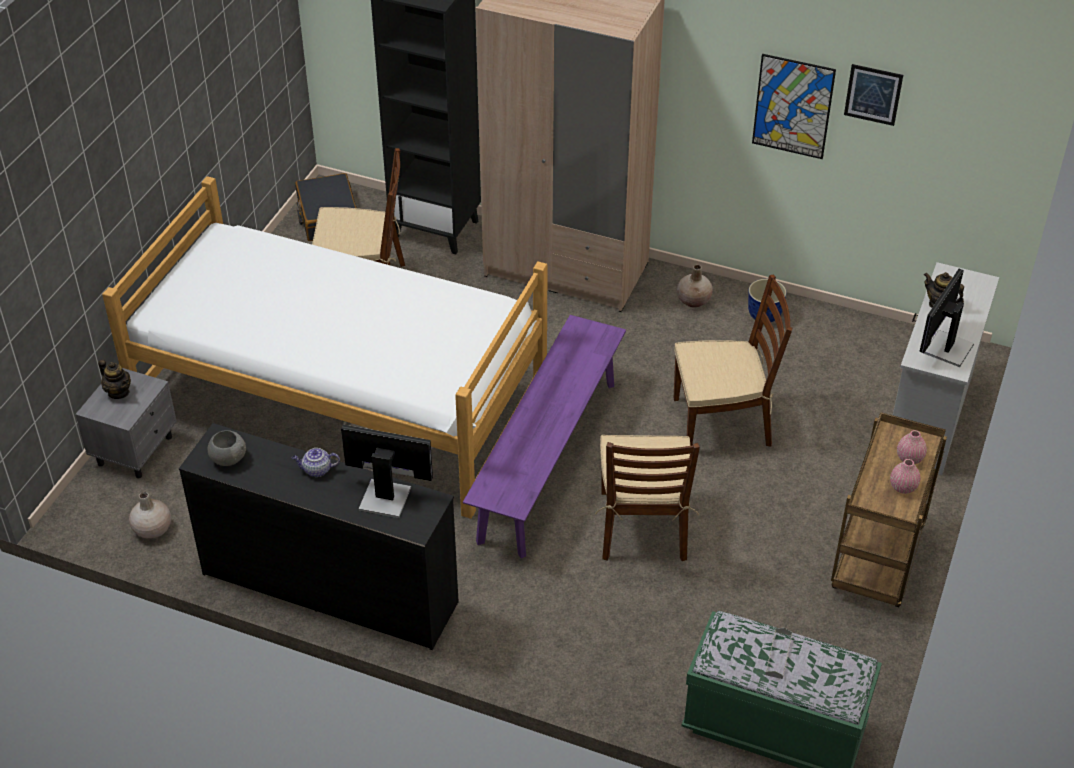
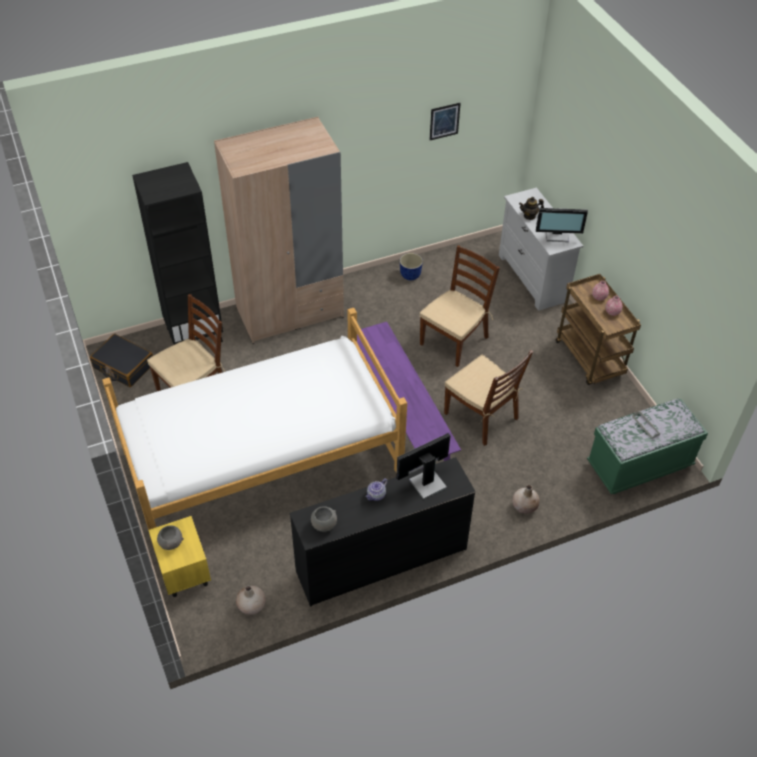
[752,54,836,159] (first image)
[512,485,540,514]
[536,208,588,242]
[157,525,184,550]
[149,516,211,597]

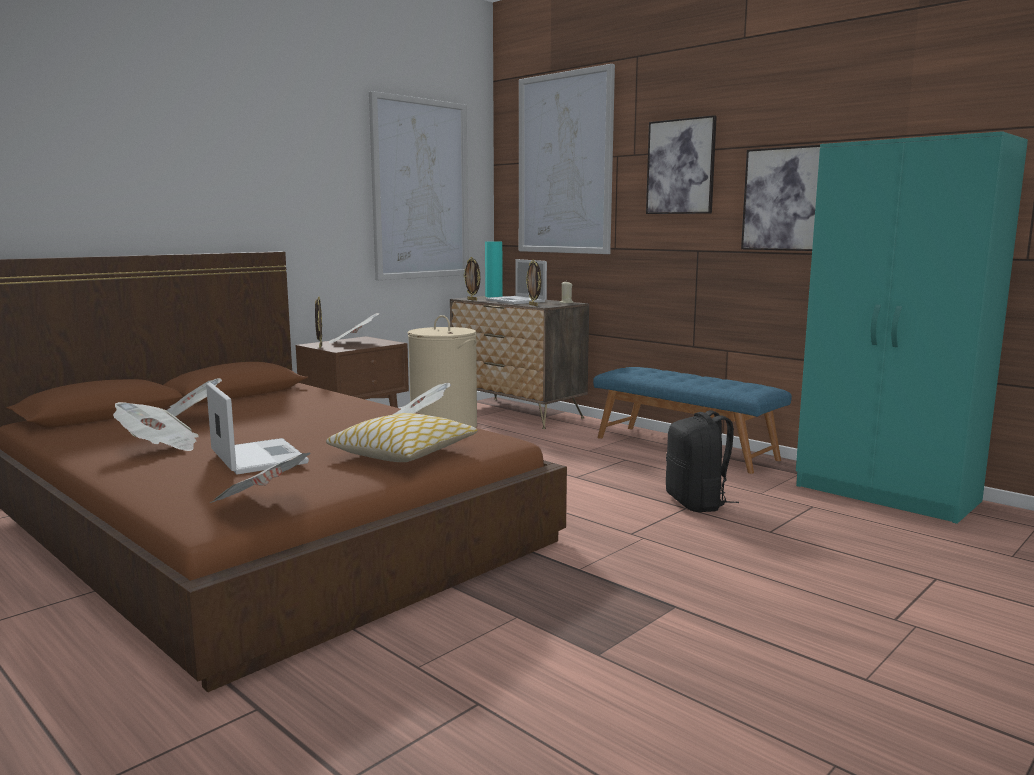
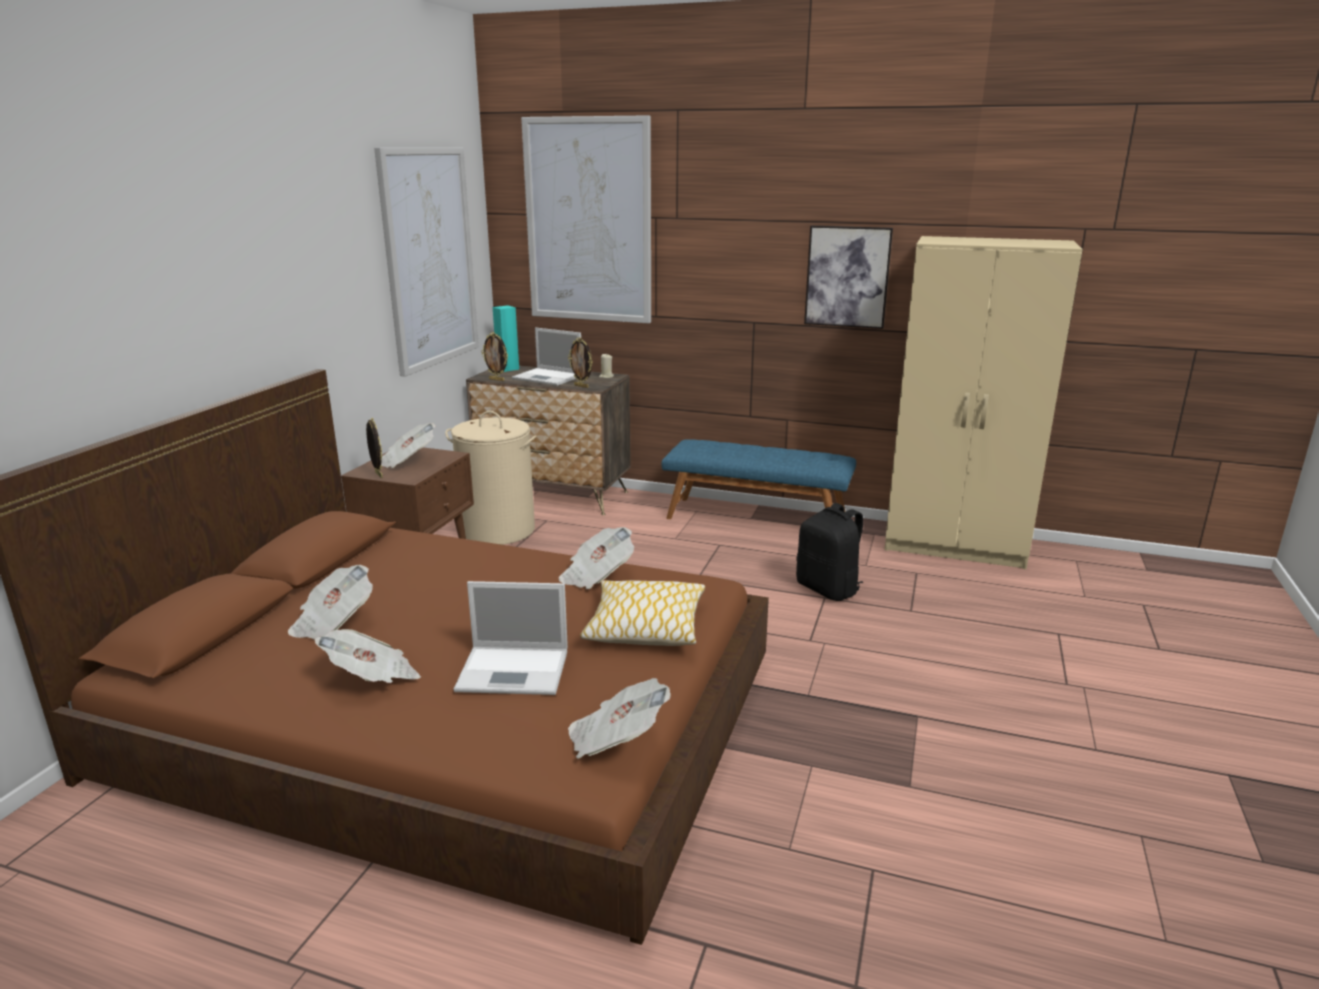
[646,115,717,214] (first image)
[885,236,1083,569]
[454,581,568,695]

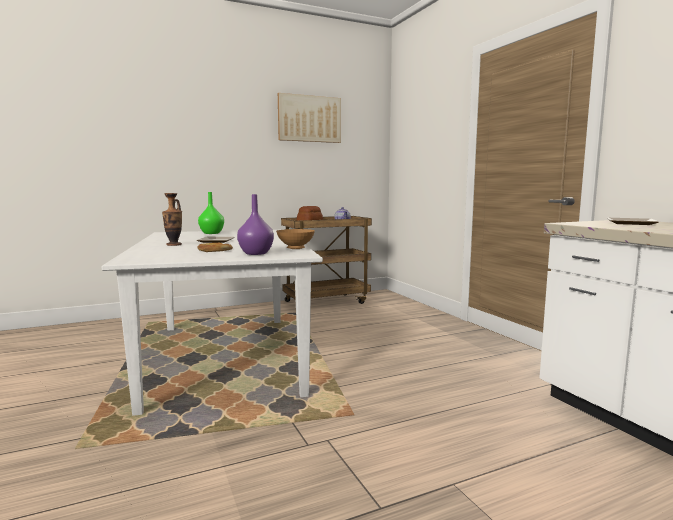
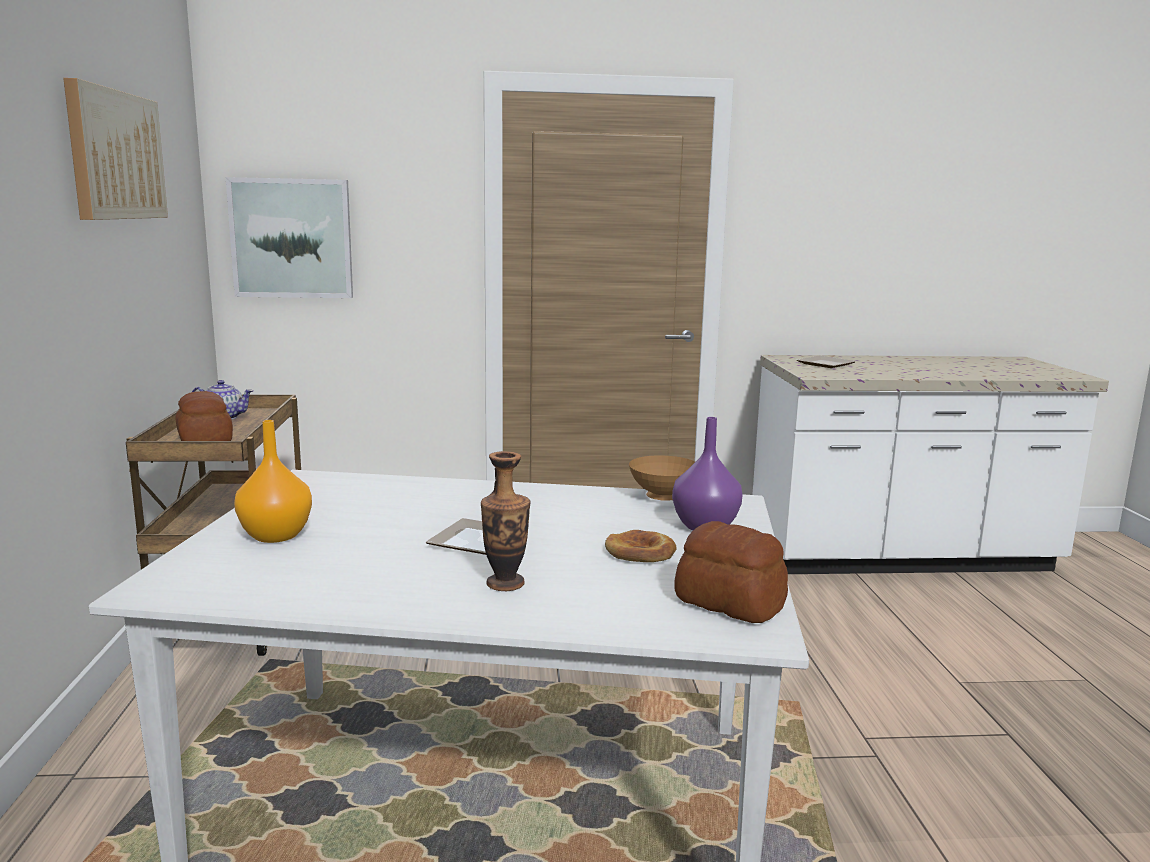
[234,420,312,543]
[226,177,353,298]
[675,521,788,623]

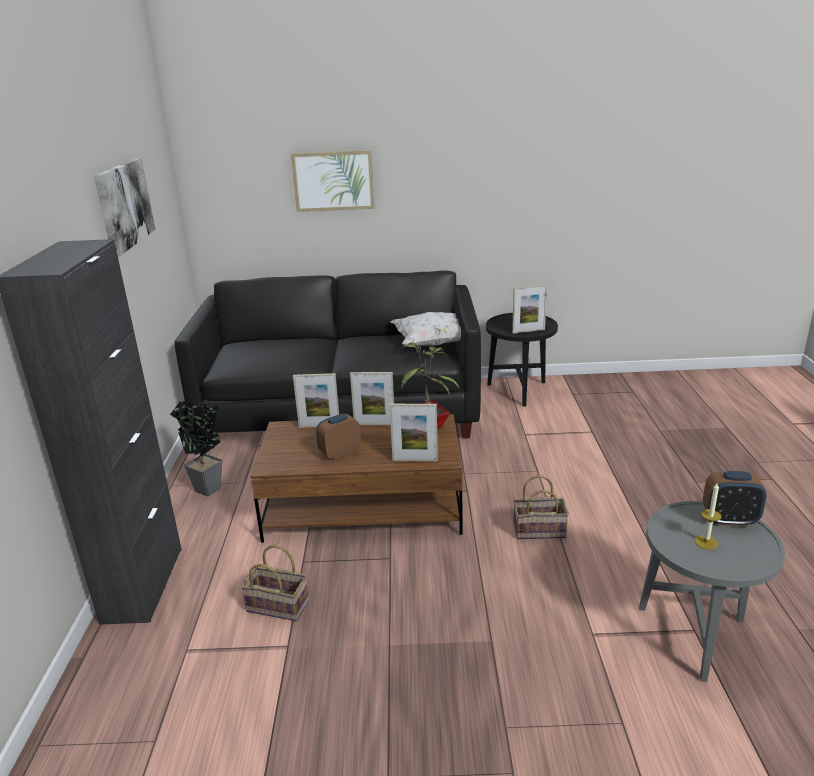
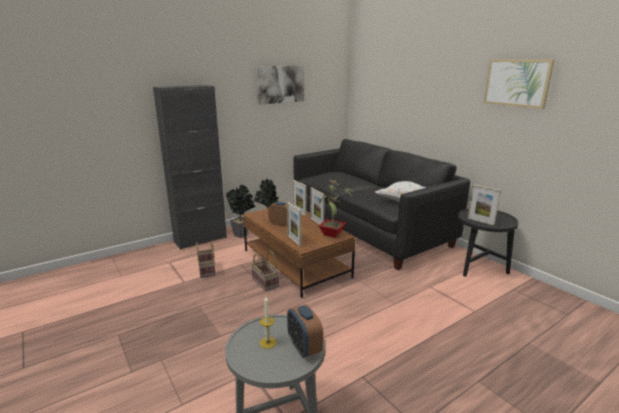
[484,59,555,109]
[251,250,279,291]
[226,185,256,238]

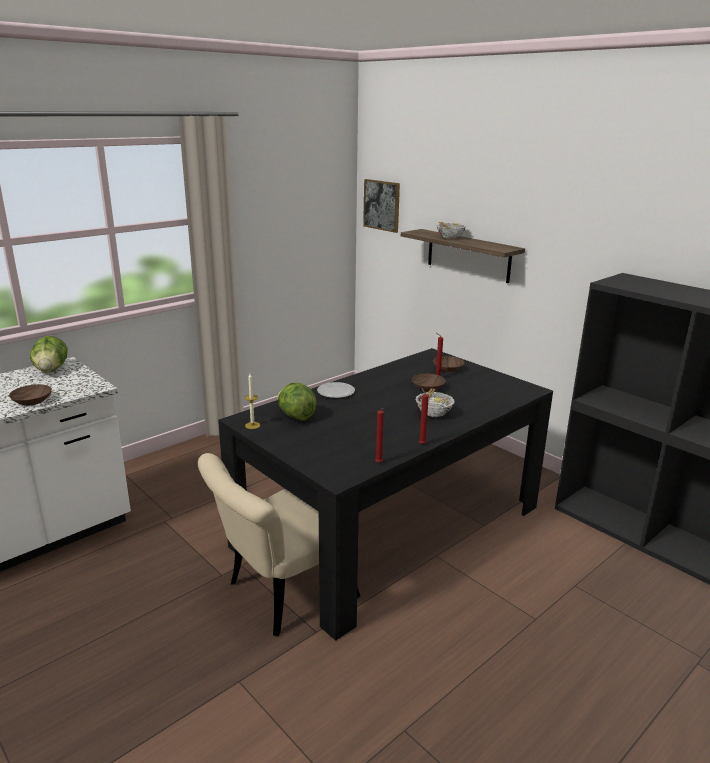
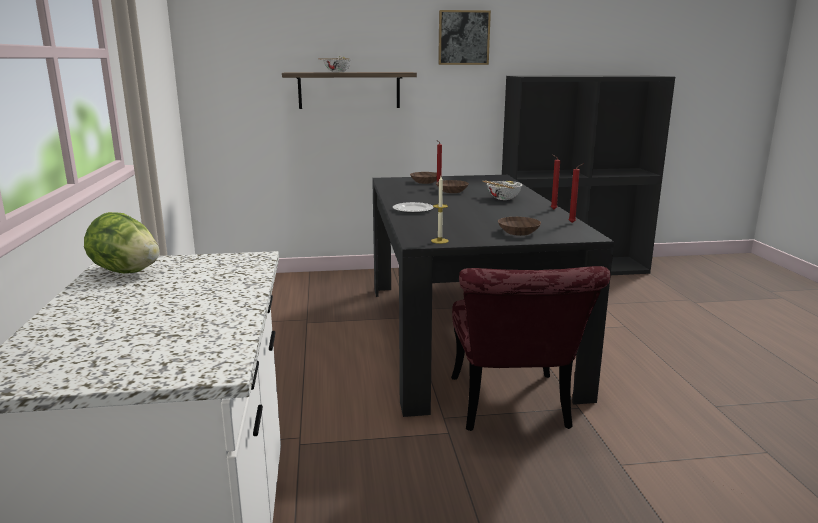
[438,10,491,65]
[277,383,317,421] (first image)
[498,217,541,236]
[451,266,611,431]

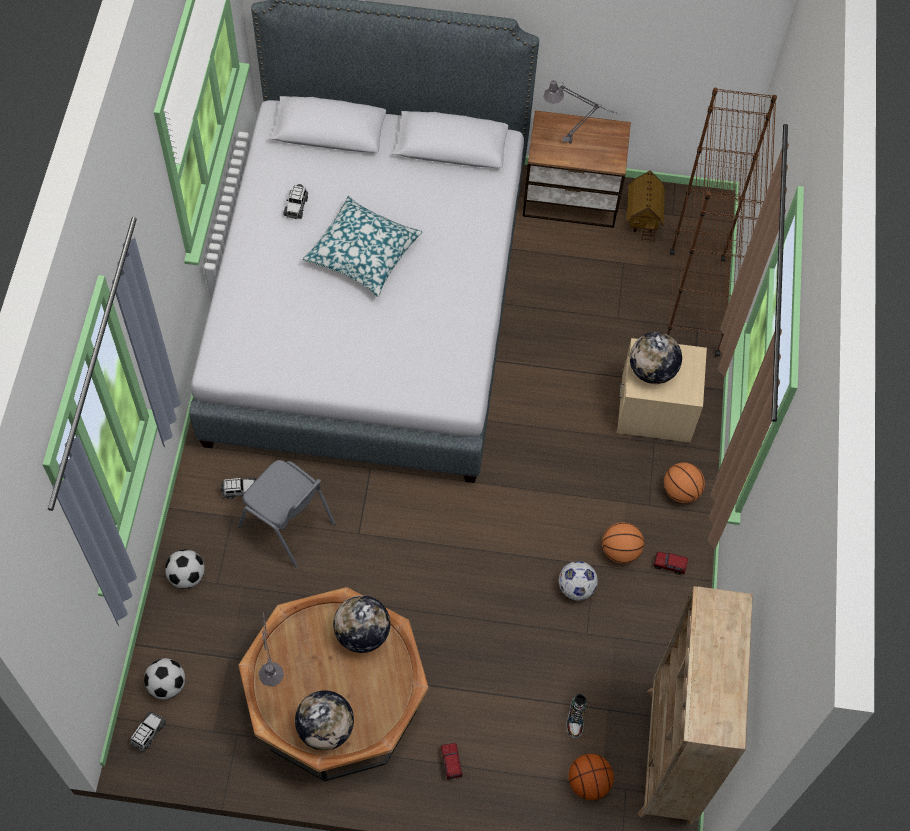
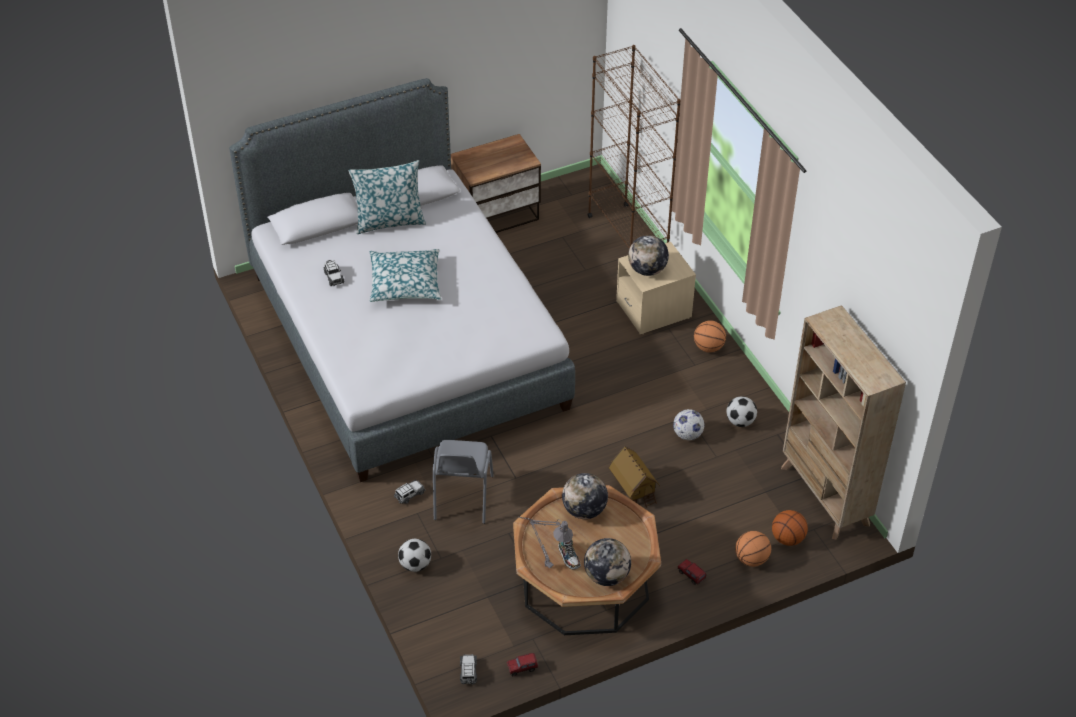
[543,80,617,144] (first image)
[608,446,660,508]
[433,440,494,524]
[735,531,771,567]
[507,653,538,676]
[727,396,757,427]
[559,539,581,570]
[349,160,426,234]

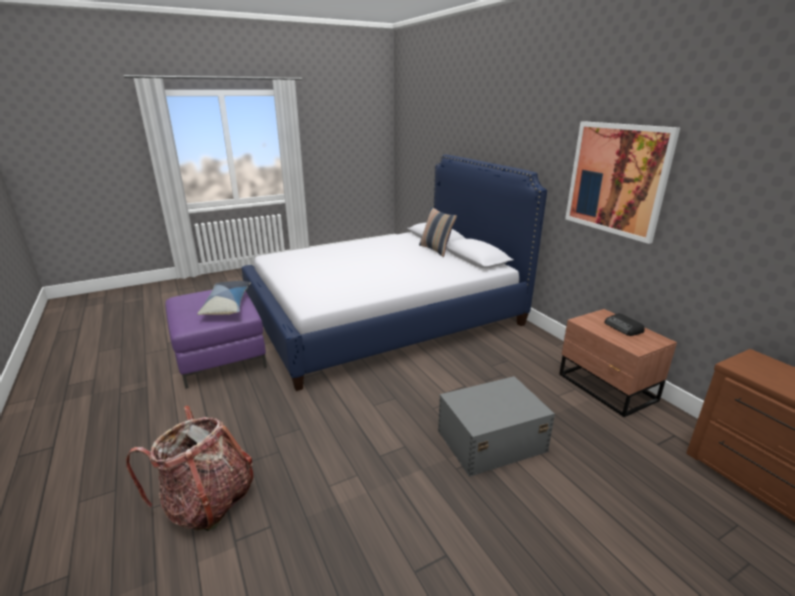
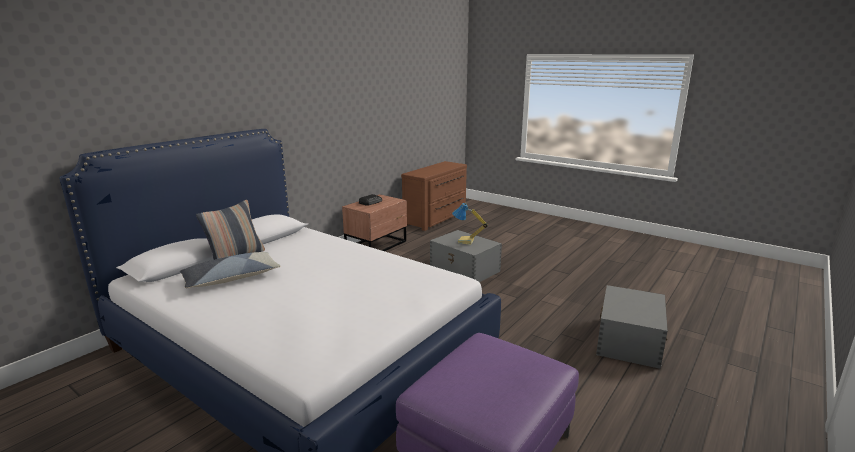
[565,121,680,244] (first image)
[180,252,280,288]
[596,285,668,369]
[452,203,488,245]

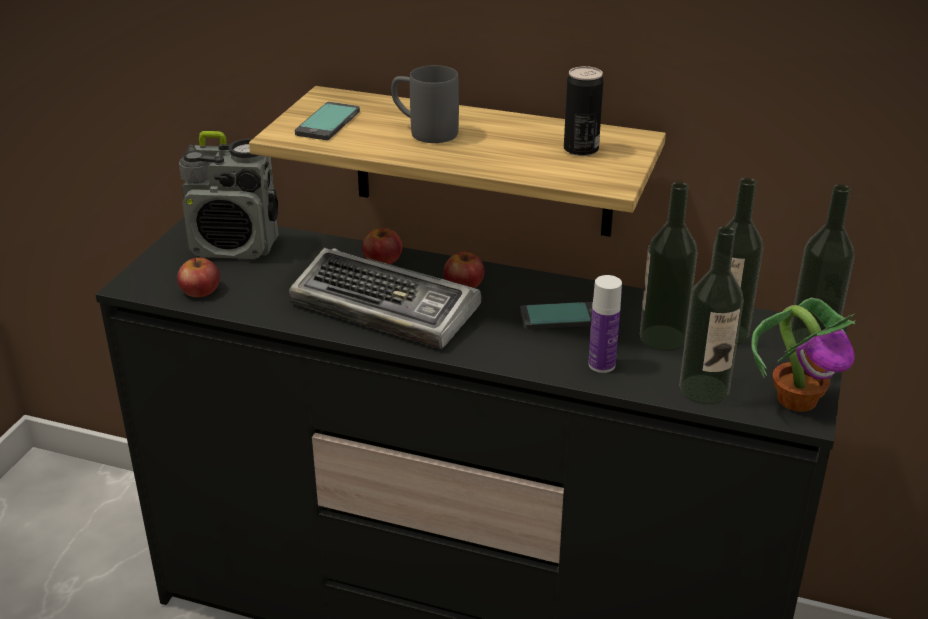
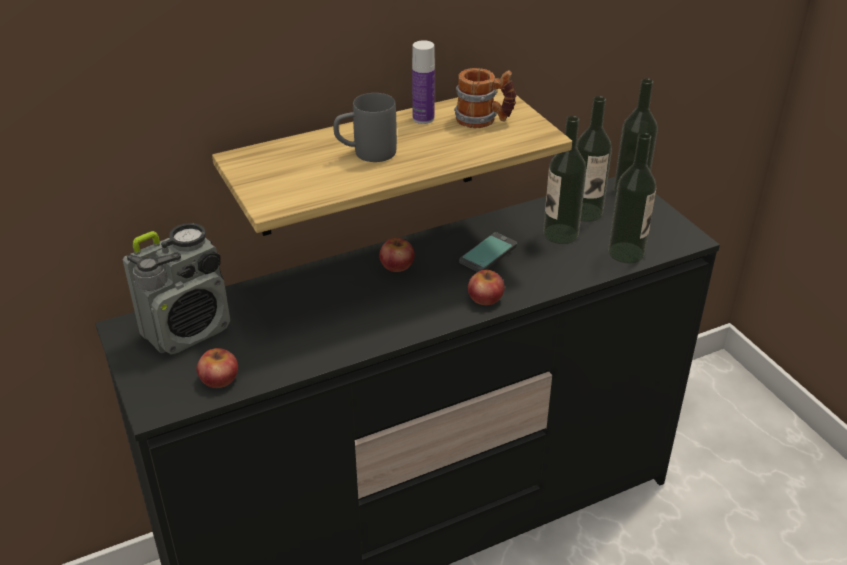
[454,68,516,128]
[295,102,360,140] (first image)
[468,270,505,305]
[289,248,481,349] (first image)
[412,40,435,124]
[751,298,856,412] (first image)

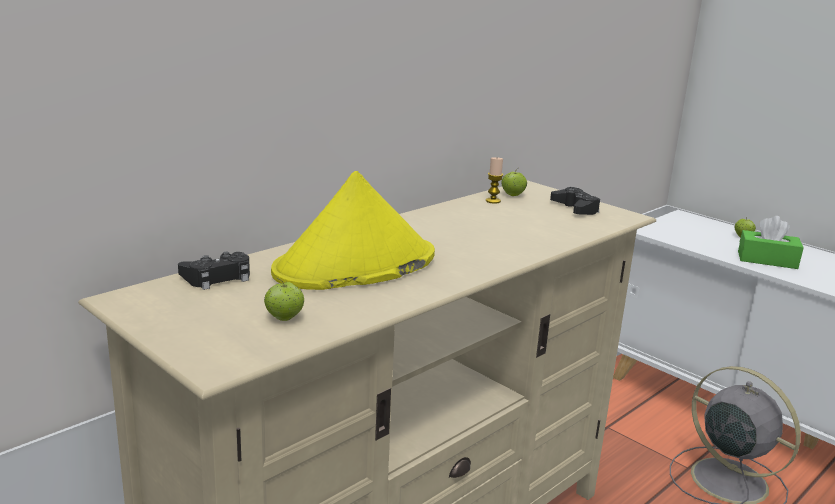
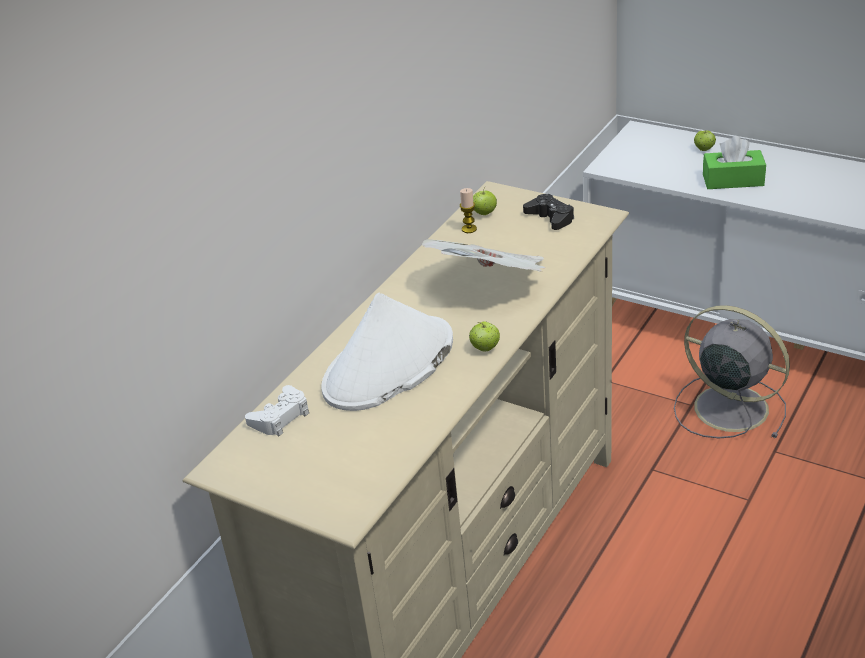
[321,293,453,411]
[245,385,309,436]
[469,321,500,351]
[422,239,546,272]

